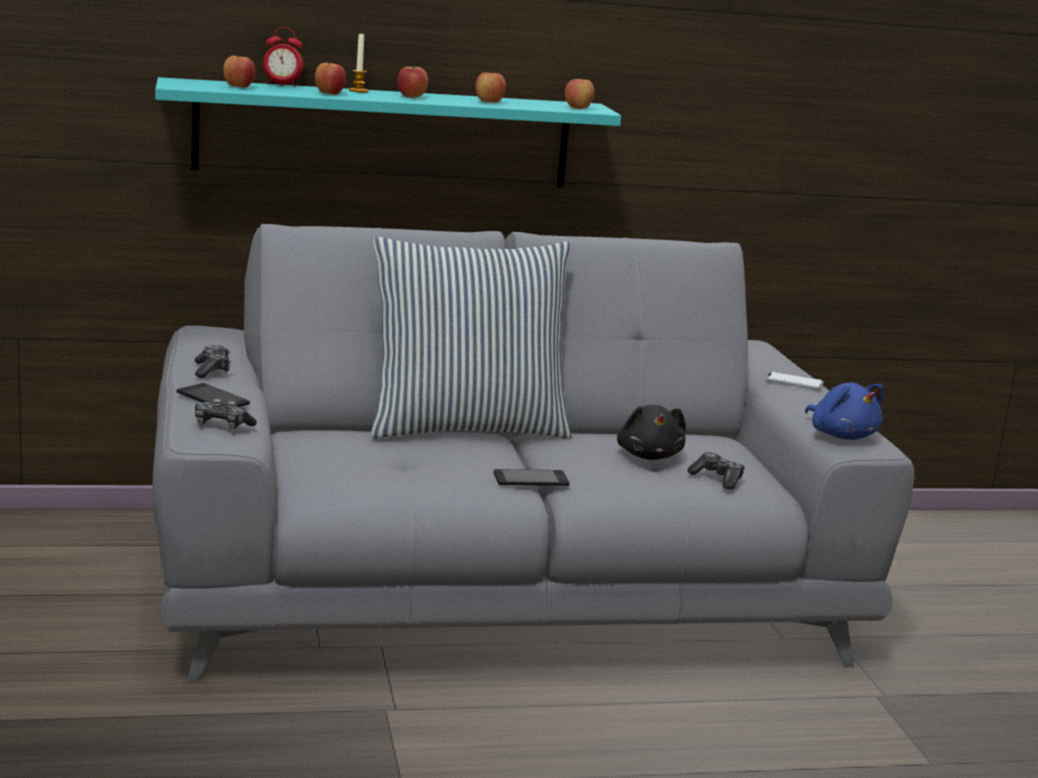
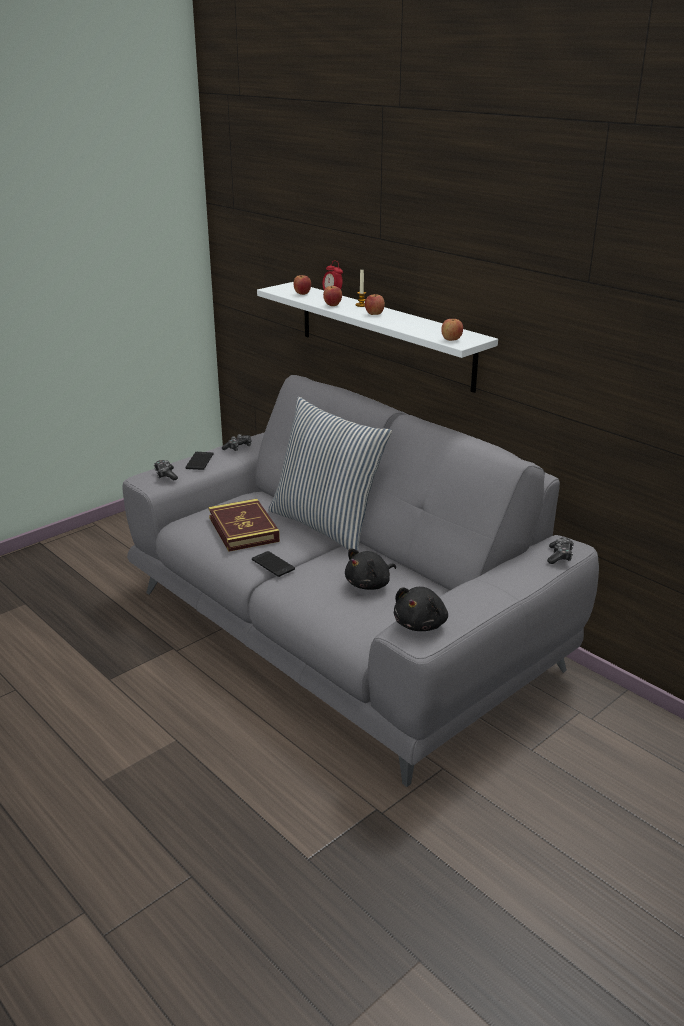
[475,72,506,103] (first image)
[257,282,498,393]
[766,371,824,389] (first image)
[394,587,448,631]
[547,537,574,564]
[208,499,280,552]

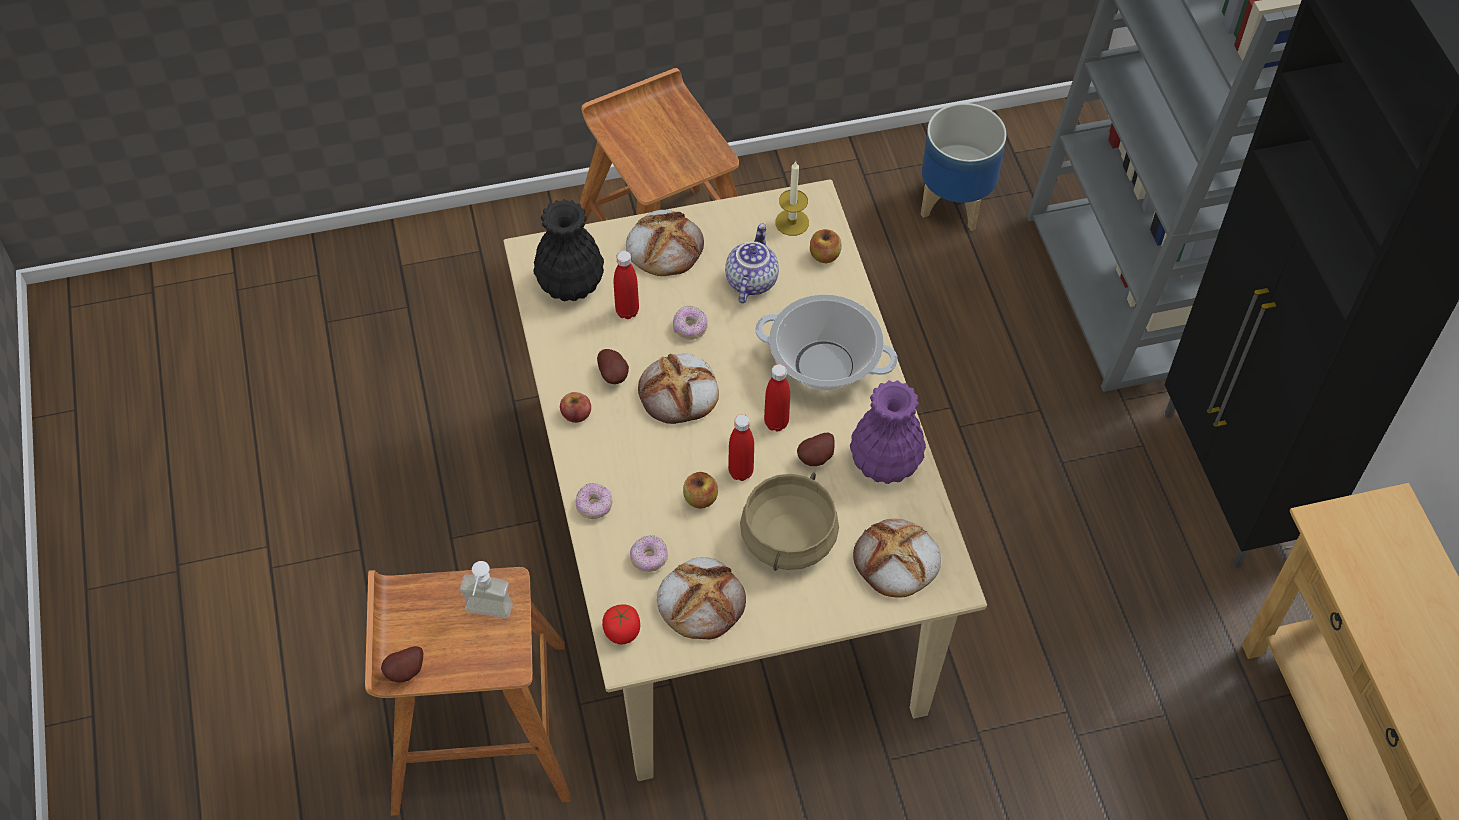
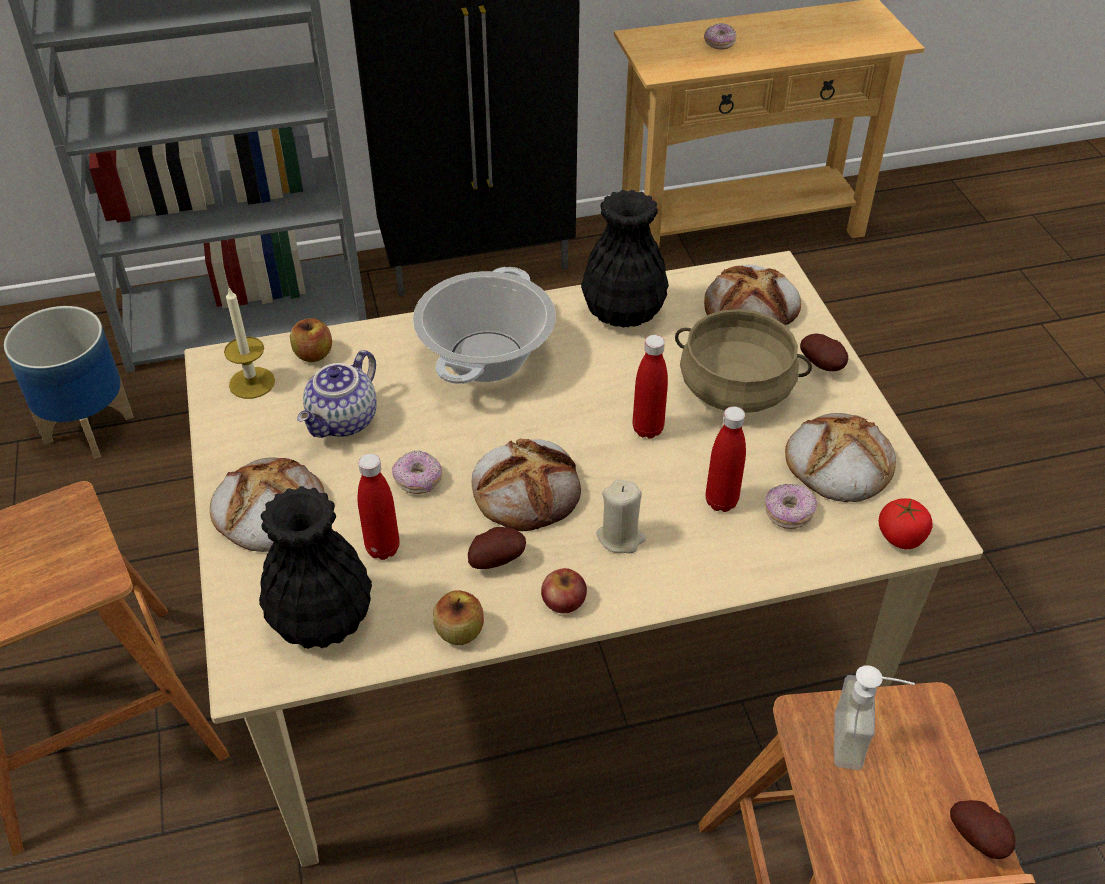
[297,350,377,438]
[706,406,746,512]
[581,190,669,327]
[800,333,848,371]
[433,590,484,645]
[704,23,737,50]
[596,480,646,553]

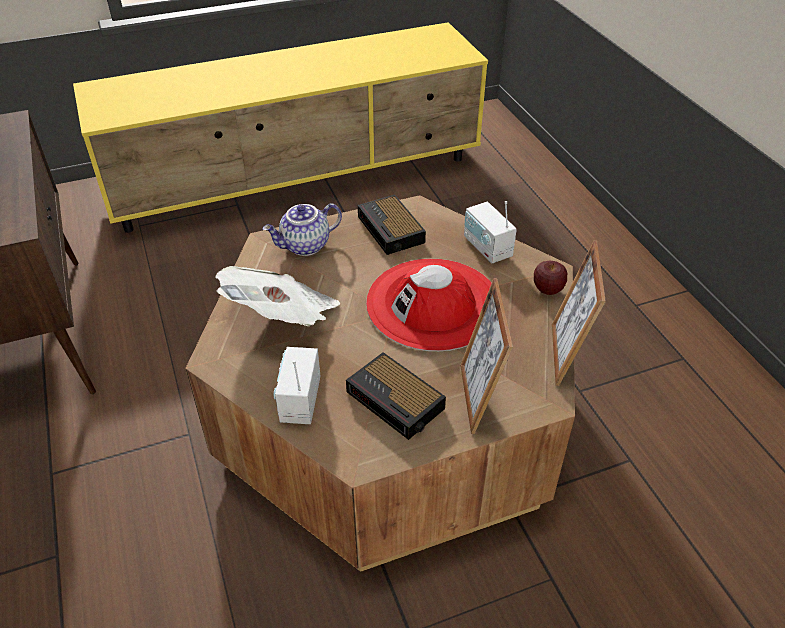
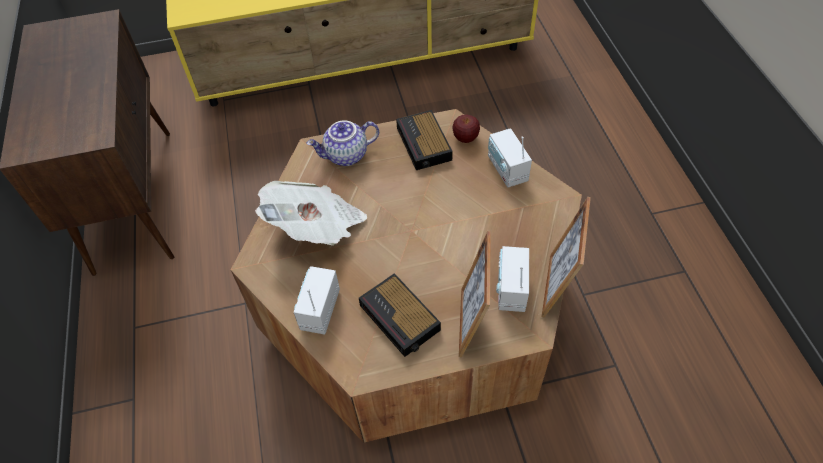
[366,259,492,351] (first image)
[452,115,480,143]
[496,246,529,312]

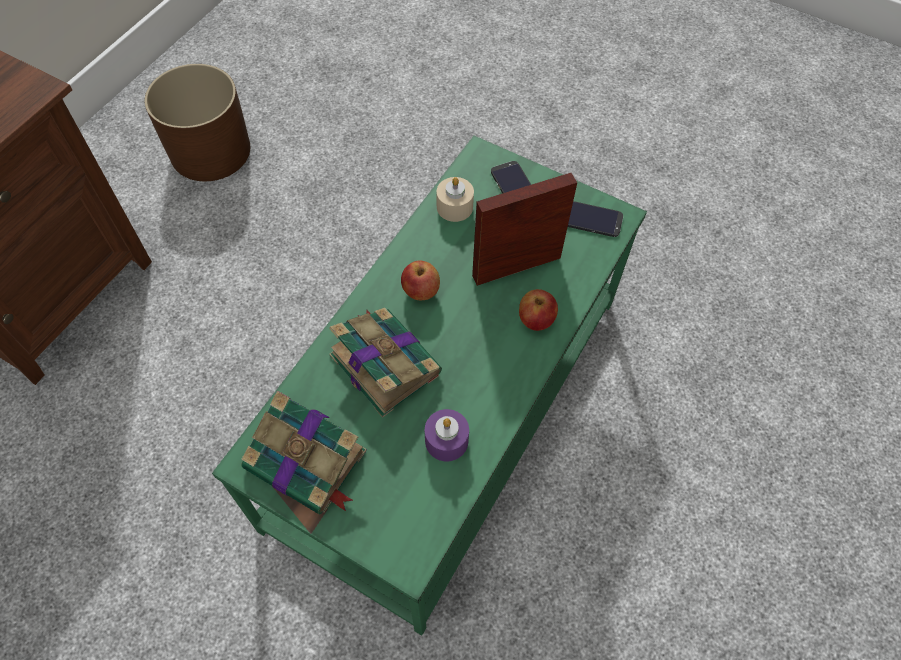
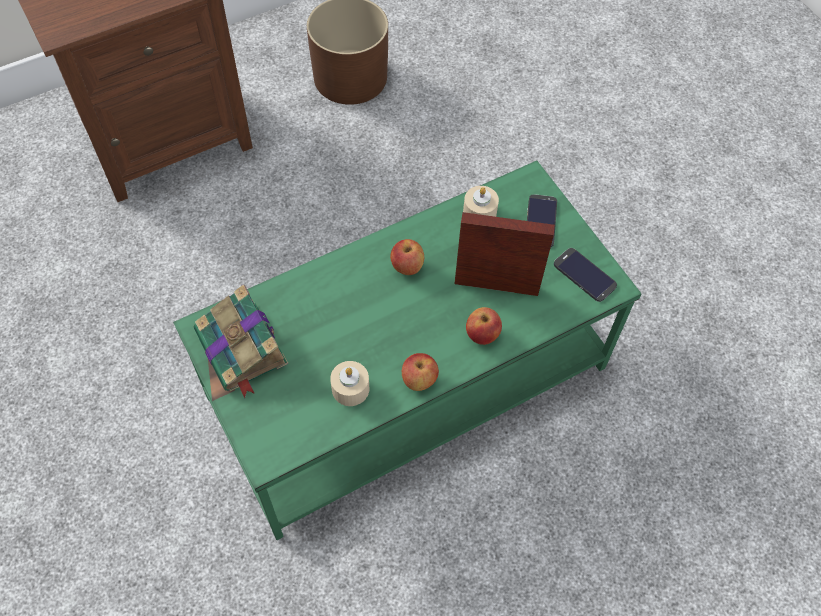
[329,308,442,418] (first image)
[330,361,369,406]
[402,353,439,391]

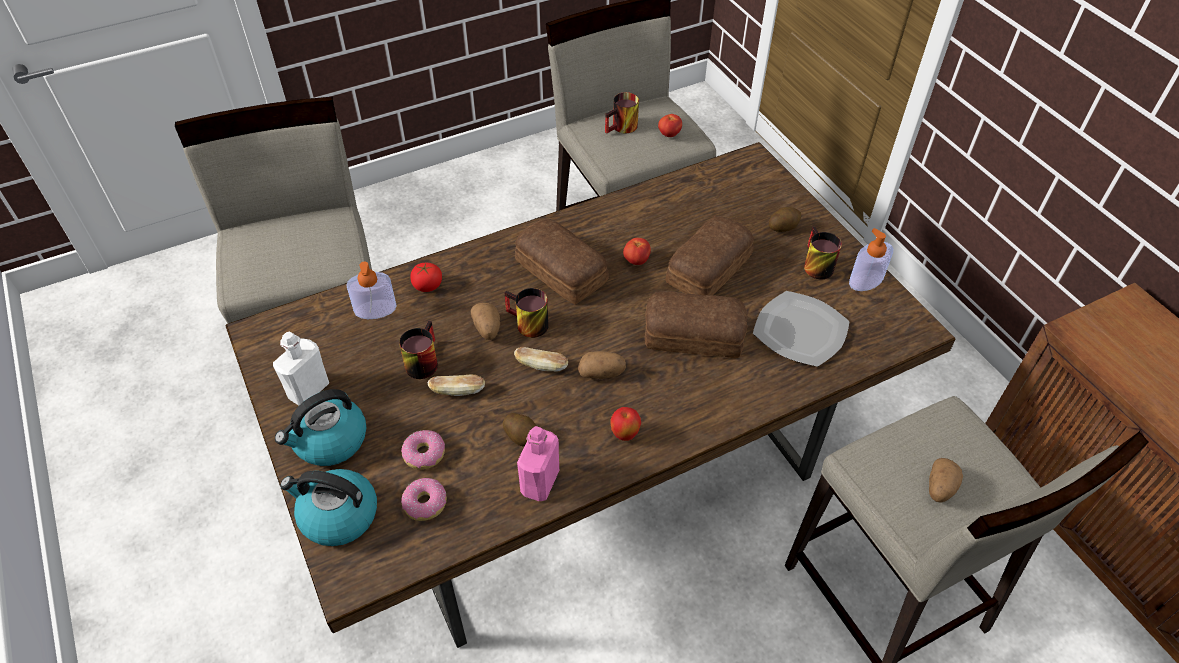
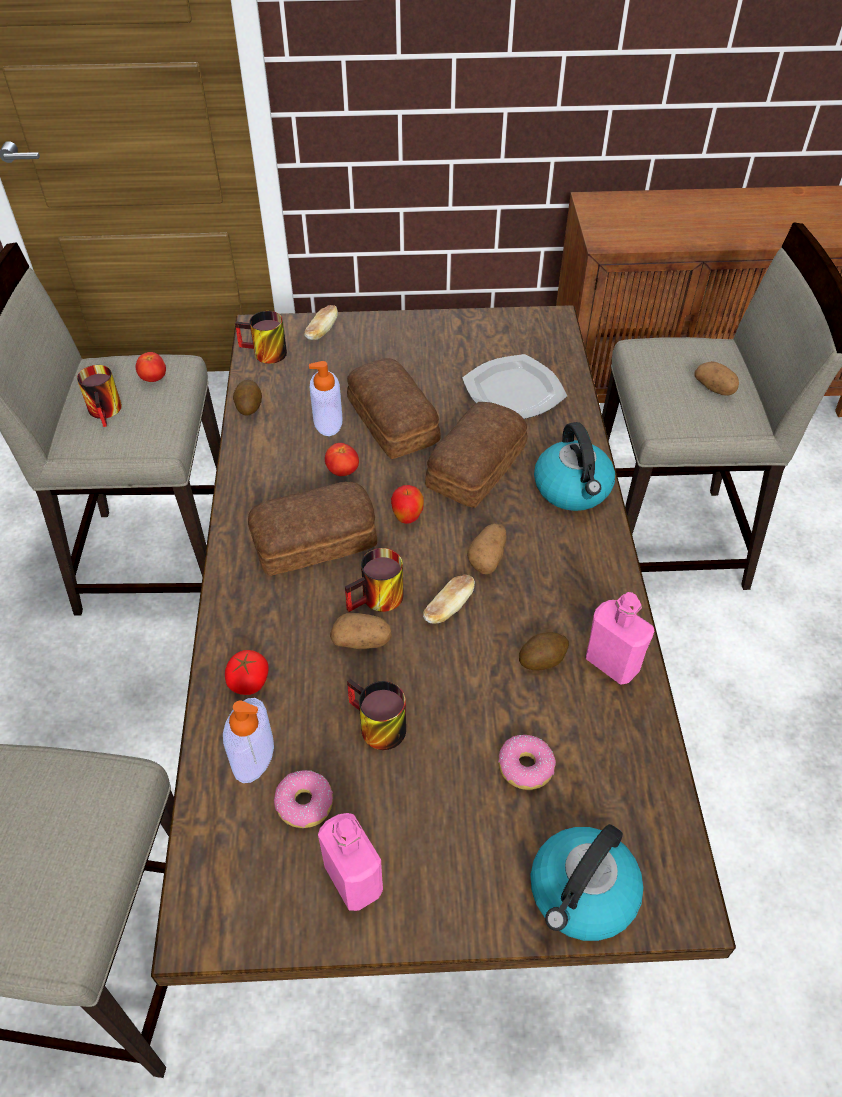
[233,380,262,416]
[235,311,287,364]
[309,361,343,436]
[318,813,383,911]
[304,305,338,340]
[534,422,615,511]
[391,485,424,524]
[274,770,333,828]

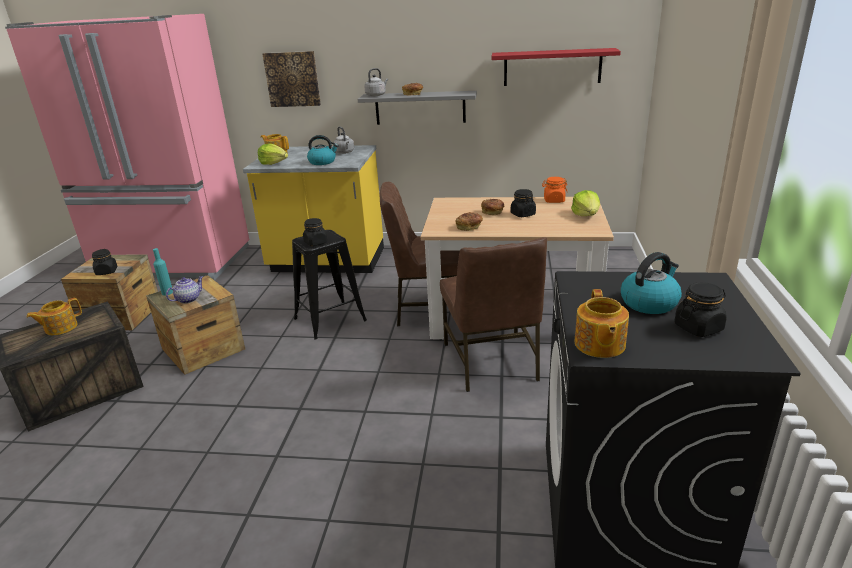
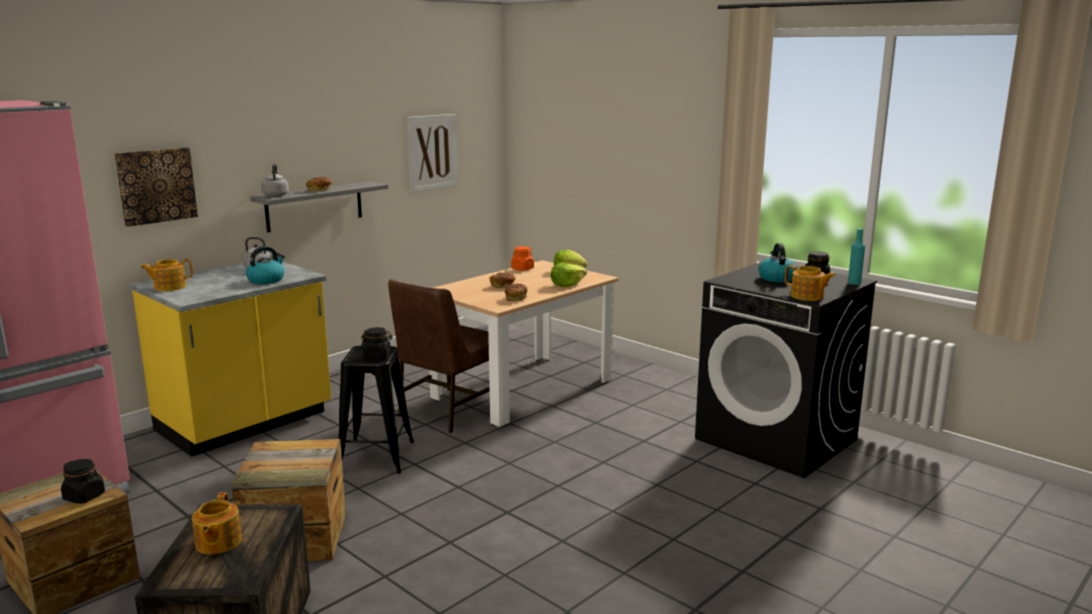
[407,114,458,193]
[551,263,587,287]
[511,189,536,217] (first image)
[440,237,547,392] (first image)
[848,228,865,285]
[166,276,203,304] (first image)

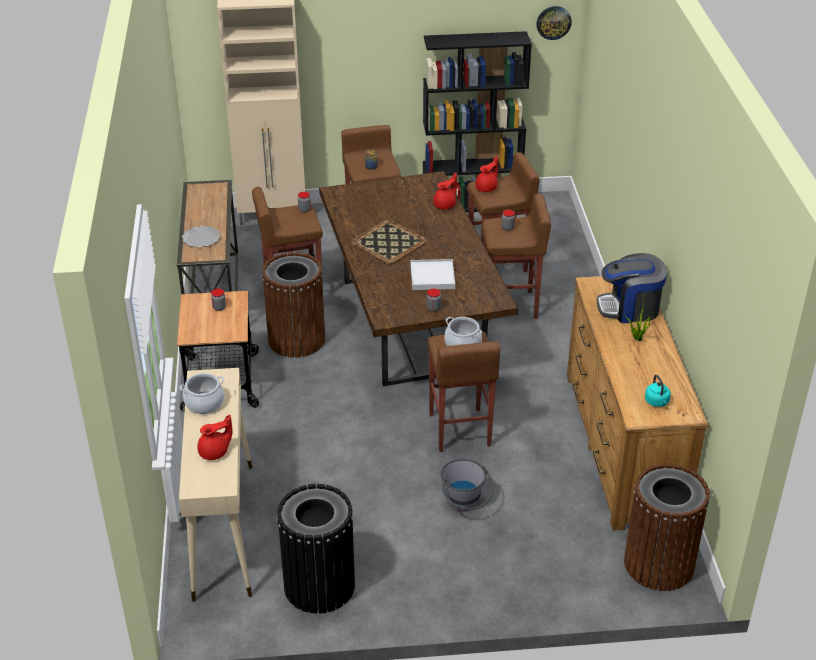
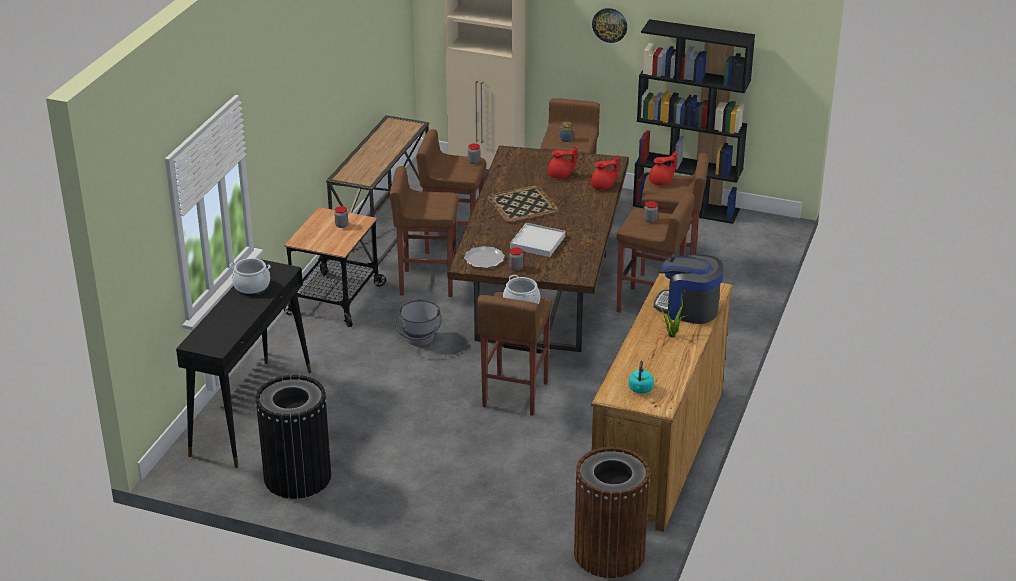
[592,8,627,43]
[464,246,505,268]
[390,166,459,297]
[176,259,311,468]
[548,146,577,178]
[395,300,442,346]

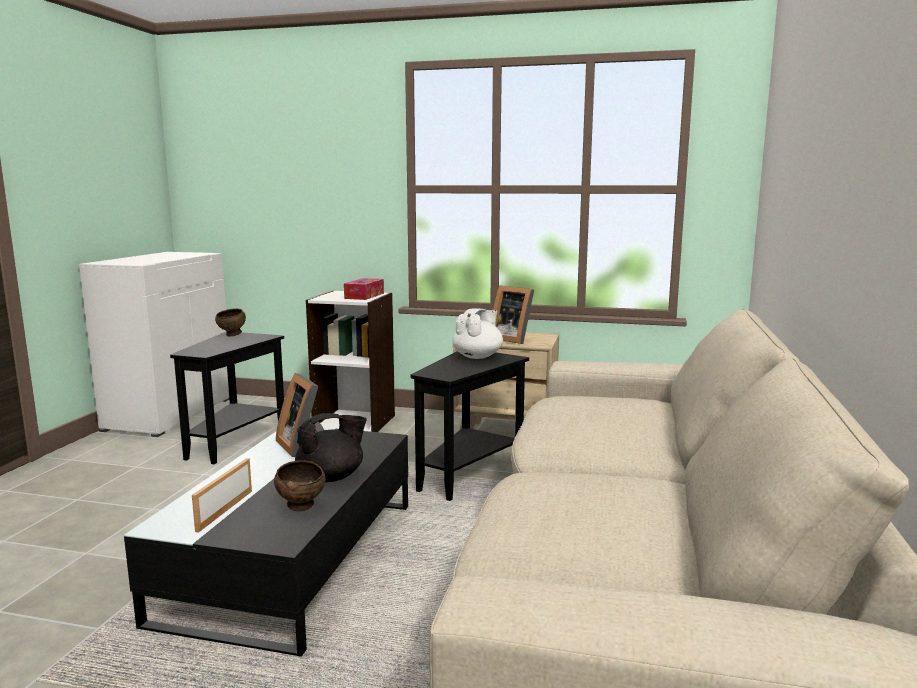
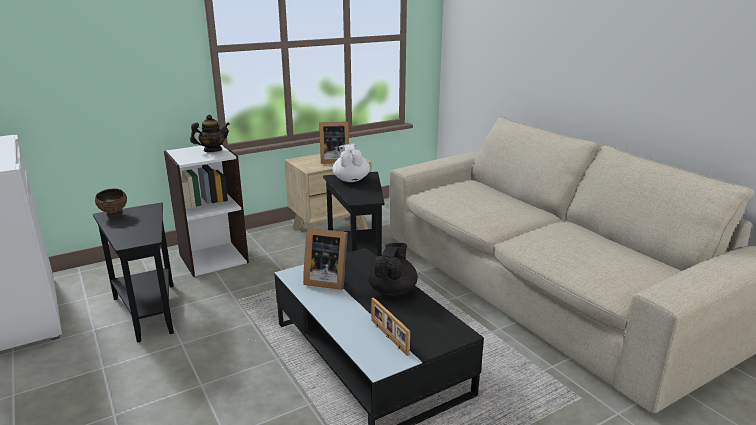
[190,114,230,152]
[274,460,326,511] (first image)

